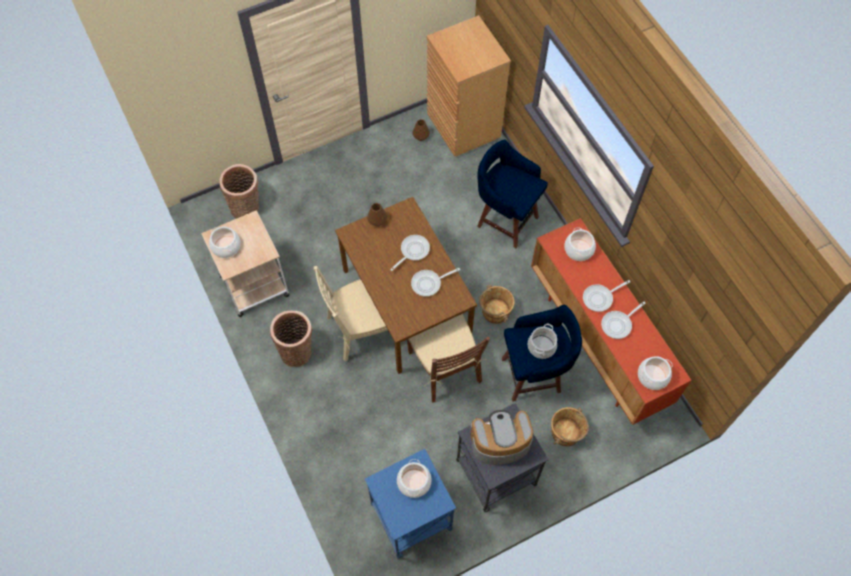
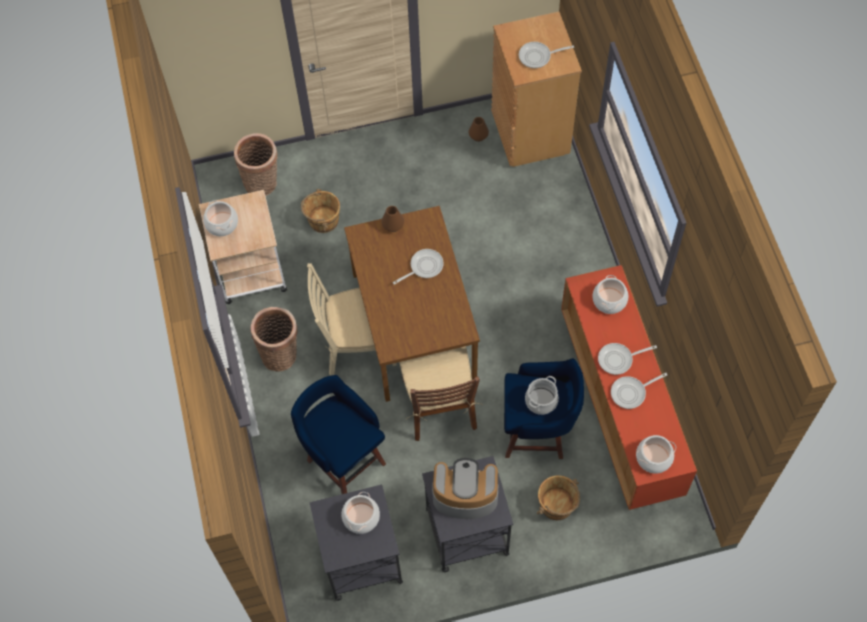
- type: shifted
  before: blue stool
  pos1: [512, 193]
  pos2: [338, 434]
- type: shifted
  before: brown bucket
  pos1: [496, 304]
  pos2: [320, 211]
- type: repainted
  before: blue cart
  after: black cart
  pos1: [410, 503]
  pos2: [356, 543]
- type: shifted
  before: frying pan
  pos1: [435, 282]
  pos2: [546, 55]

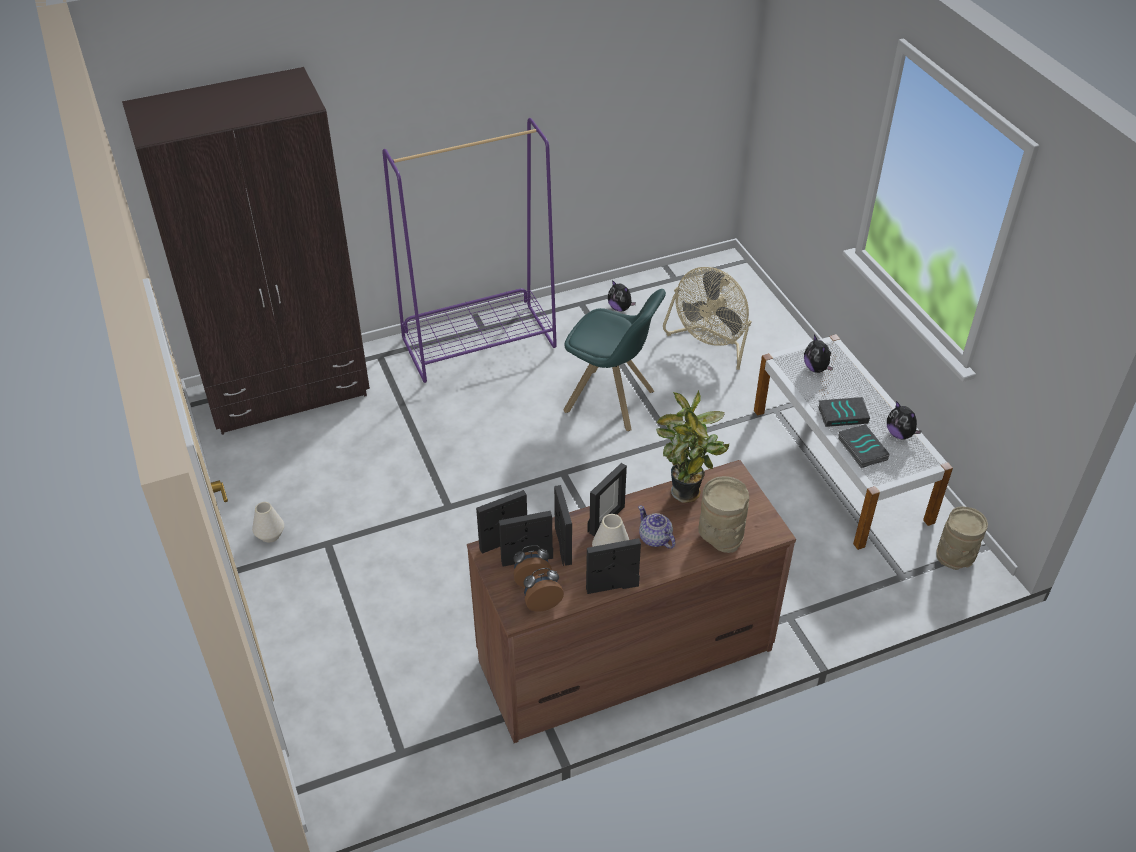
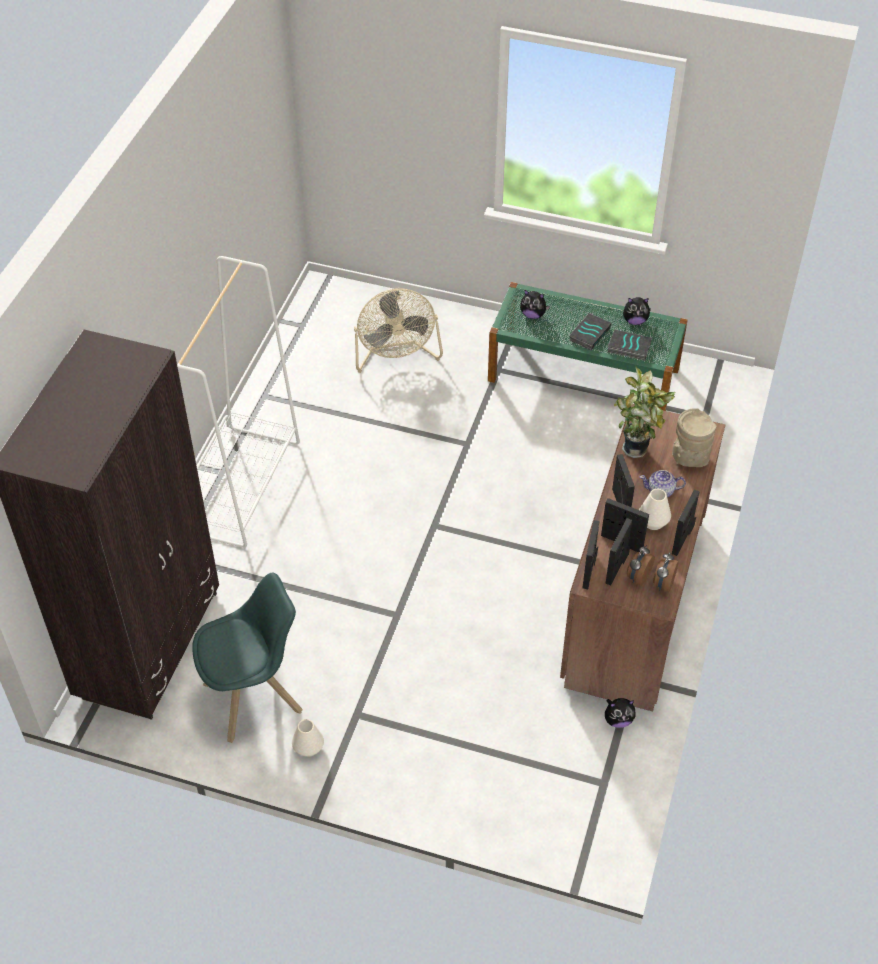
- type: repainted
  before: purple clothes rack
  after: white clothes rack
  pos1: [469, 250]
  pos2: [238, 402]
- type: shifted
  before: turquoise chair
  pos1: [614, 360]
  pos2: [247, 658]
- type: repainted
  before: white bench
  after: green bench
  pos1: [853, 442]
  pos2: [588, 346]
- type: shifted
  before: plush toy
  pos1: [622, 295]
  pos2: [620, 713]
- type: gone
  before: beige vase
  pos1: [962, 538]

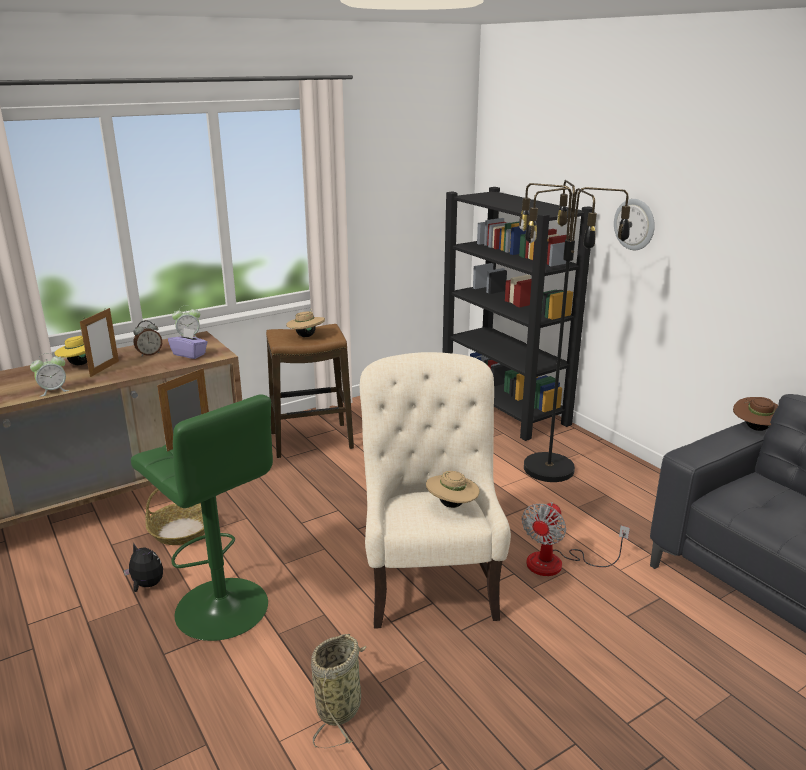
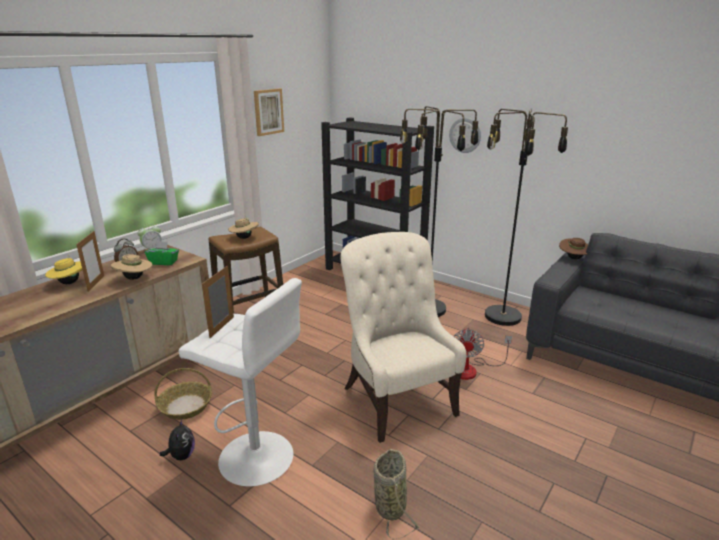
- type: shifted
  before: beige hat
  pos1: [453, 489]
  pos2: [131, 267]
- type: repainted
  before: purple tissue box
  after: green tissue box
  pos1: [188, 343]
  pos2: [162, 253]
- type: rotated
  before: plush toy
  pos1: [143, 567]
  pos2: [177, 439]
  turn: 75
- type: repainted
  before: green stool
  after: white stool
  pos1: [202, 517]
  pos2: [240, 382]
- type: new
  after: picture
  pos2: [269, 112]
- type: new
  after: floor lamp
  pos2: [526, 217]
- type: gone
  before: alarm clock
  pos1: [49, 375]

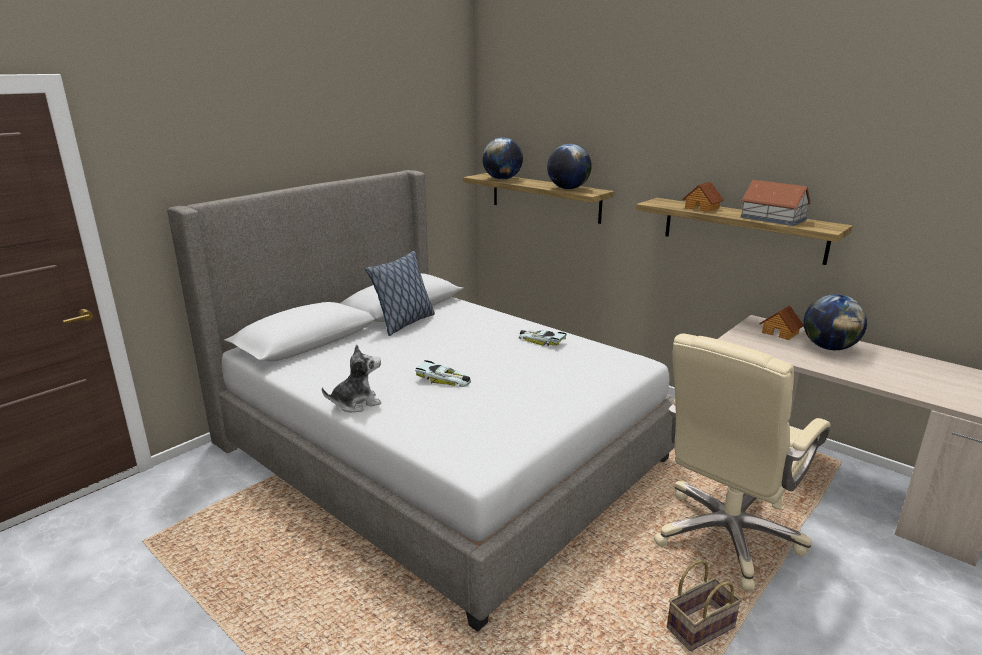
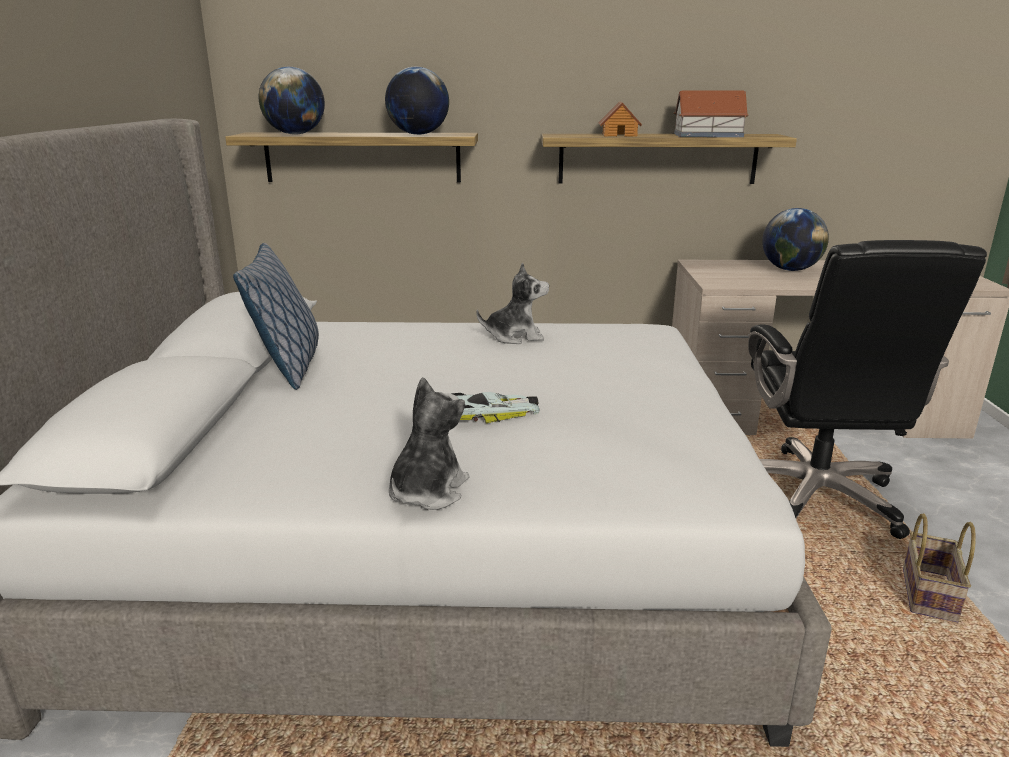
- type: swapped
  before: toy car
  after: plush toy
  pos1: [543, 338]
  pos2: [512, 303]
- type: repainted
  before: beige office chair
  after: black office chair
  pos1: [742, 462]
  pos2: [867, 389]
- type: gone
  before: toy house
  pos1: [781, 323]

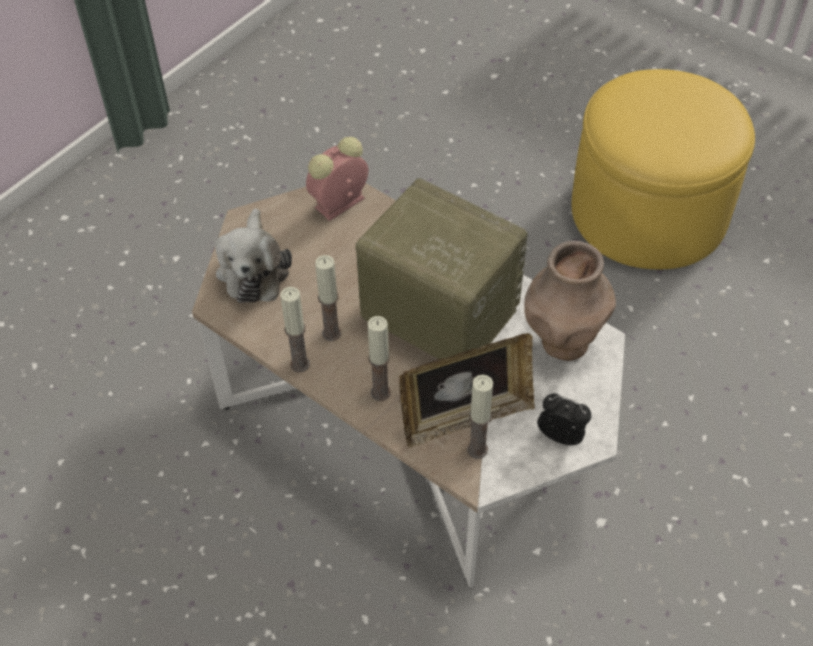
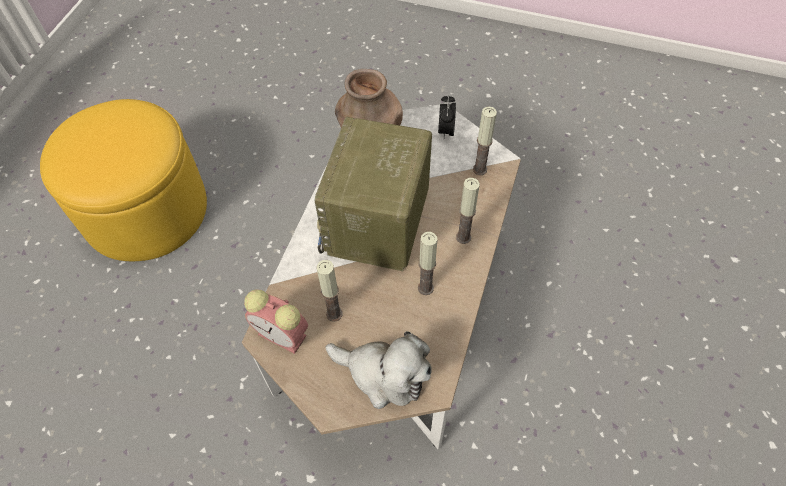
- type: shifted
  before: candle
  pos1: [295, 330]
  pos2: [329, 291]
- type: rotated
  before: plush toy
  pos1: [253, 255]
  pos2: [379, 370]
  turn: 45
- type: gone
  before: picture frame
  pos1: [467, 390]

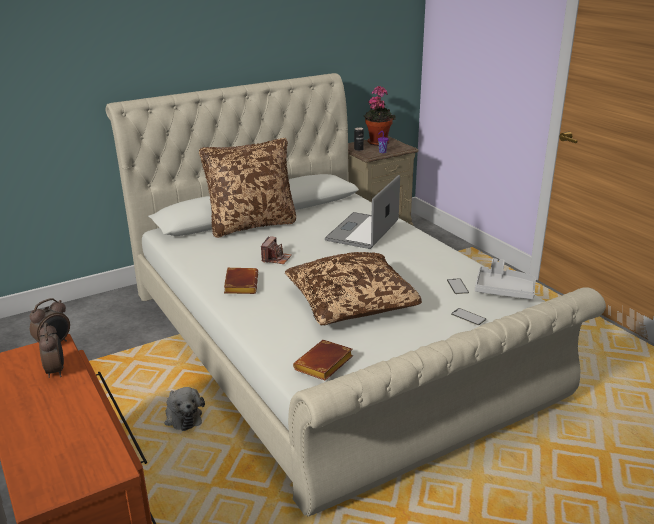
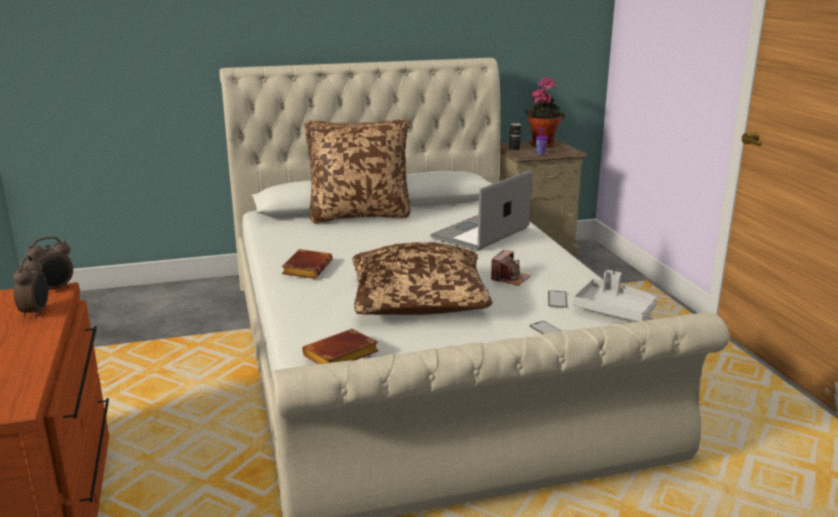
- type: shifted
  before: photo camera
  pos1: [276, 250]
  pos2: [511, 268]
- type: gone
  before: plush toy
  pos1: [185, 409]

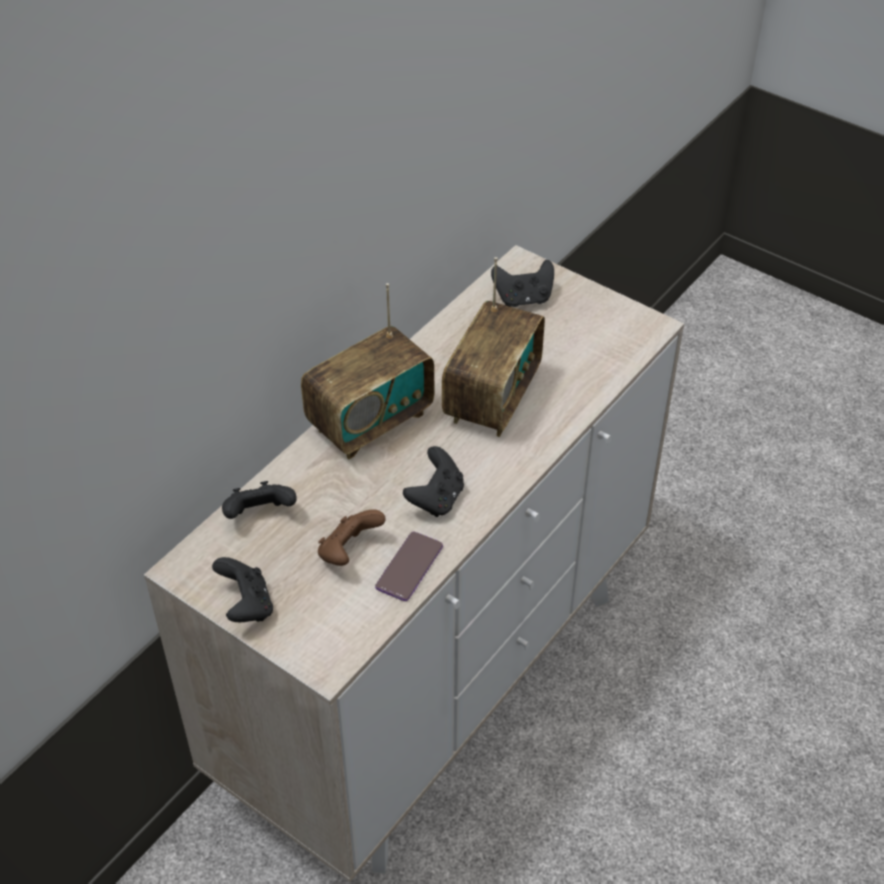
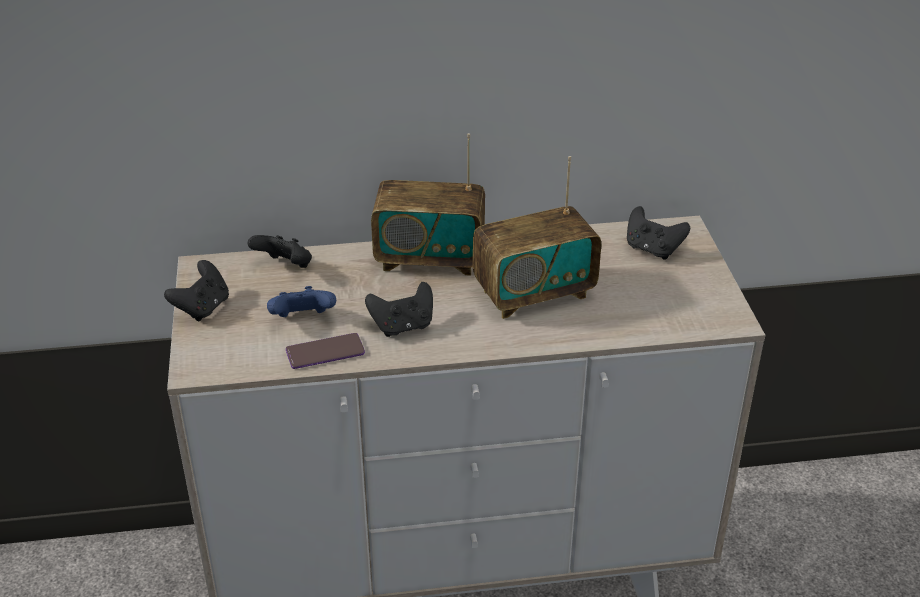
- type: repainted
  before: brown game controller
  after: blue game controller
  pos1: [352, 537]
  pos2: [301, 301]

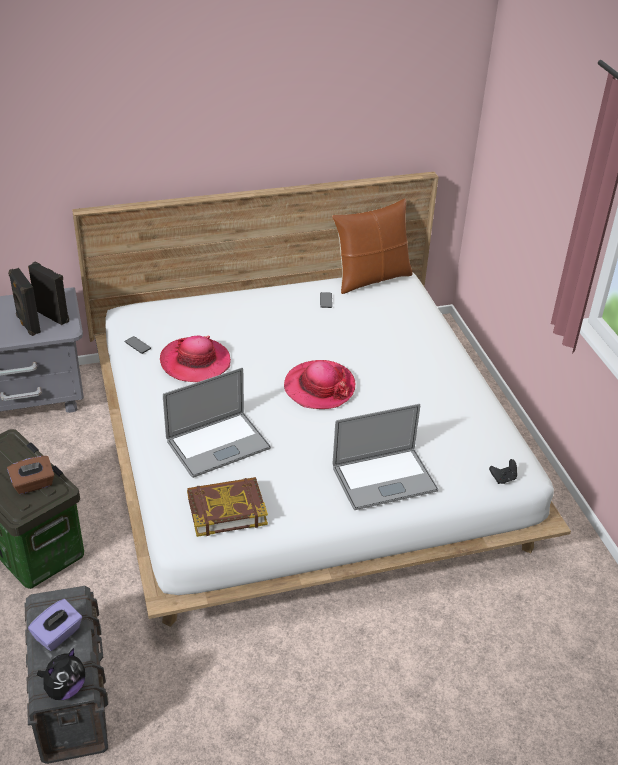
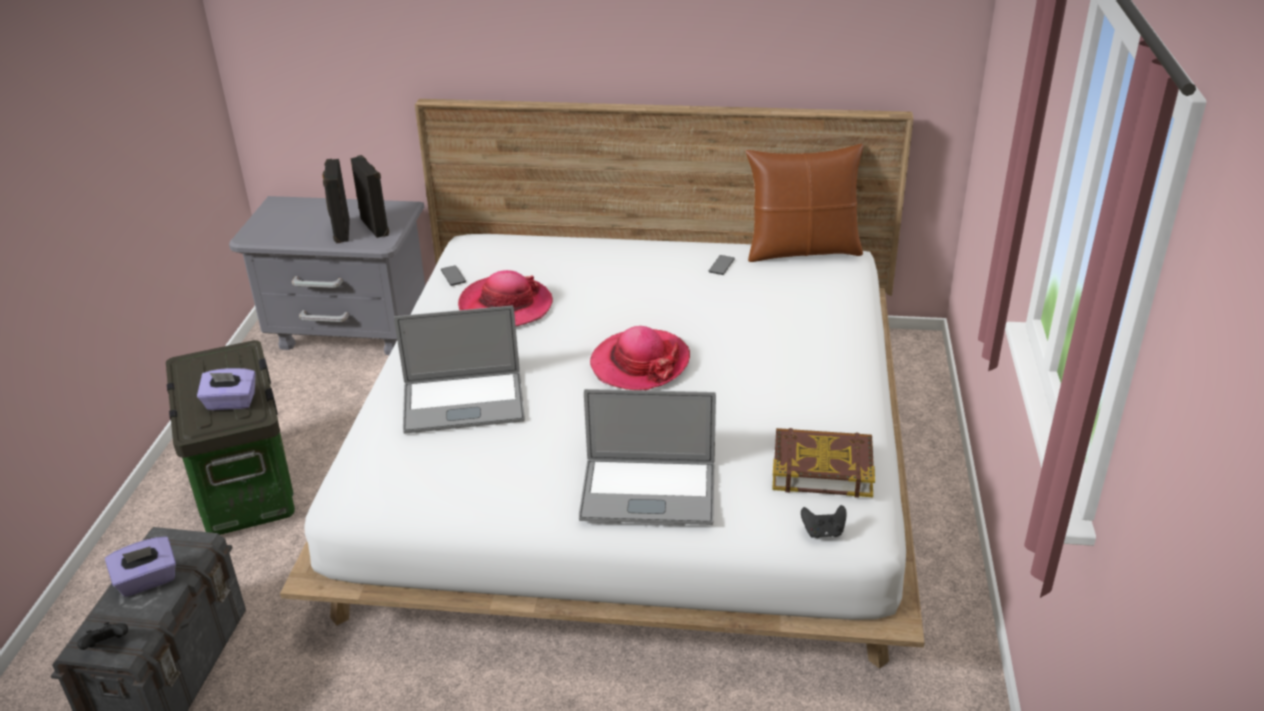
- type: swapped
  before: plush toy
  after: black game controller
  pos1: [61, 674]
  pos2: [102, 636]
- type: repainted
  before: brown tissue box
  after: purple tissue box
  pos1: [30, 475]
  pos2: [226, 389]
- type: shifted
  before: book
  pos1: [227, 507]
  pos2: [823, 463]

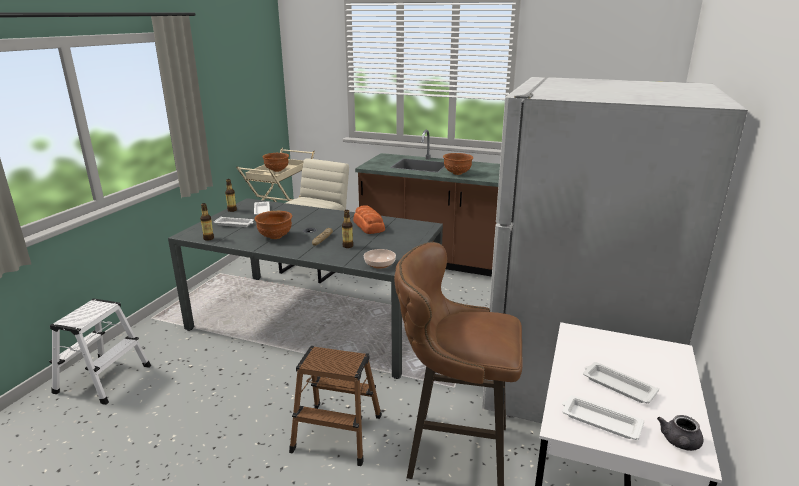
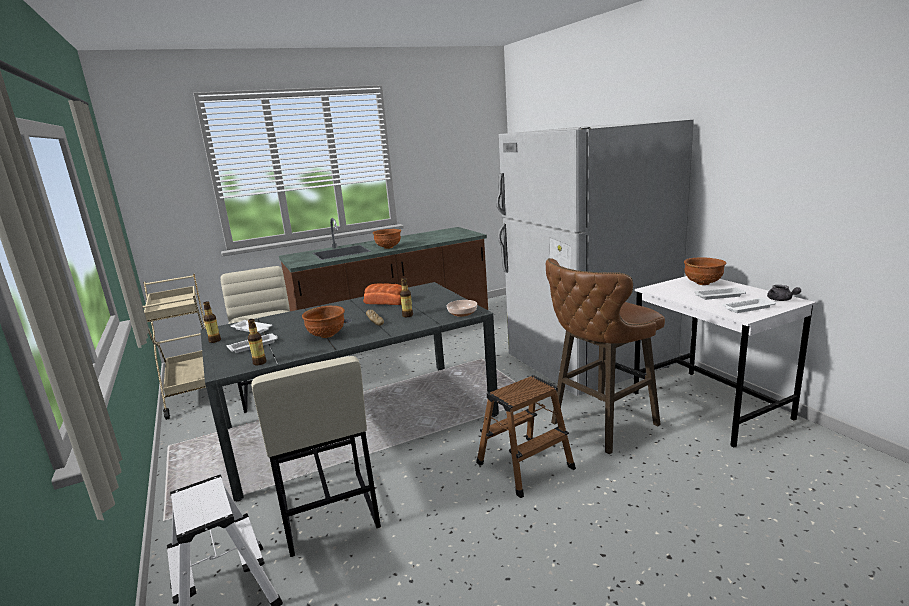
- type: new
  after: beige chair
  pos2: [316, 456]
- type: shifted
  before: brown bowl
  pos1: [275, 162]
  pos2: [705, 271]

